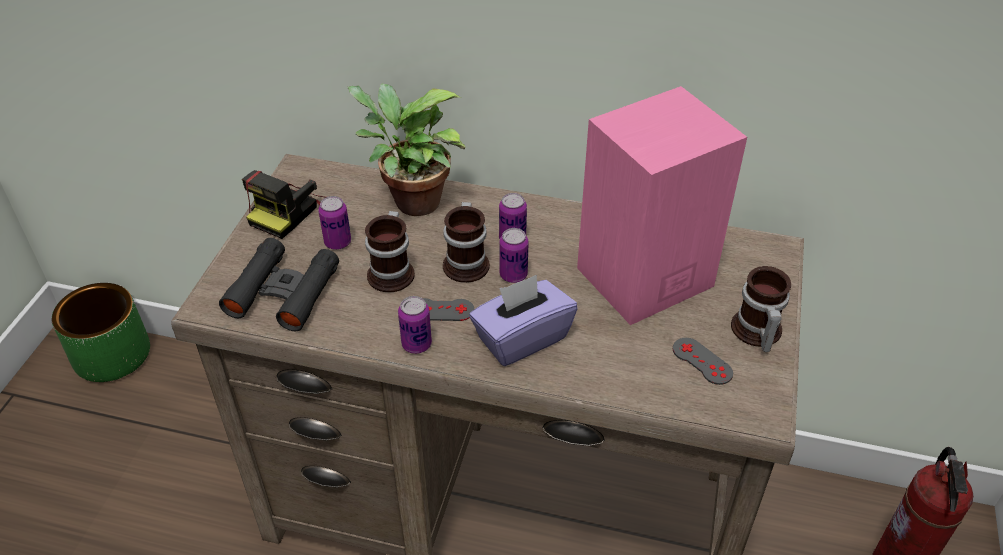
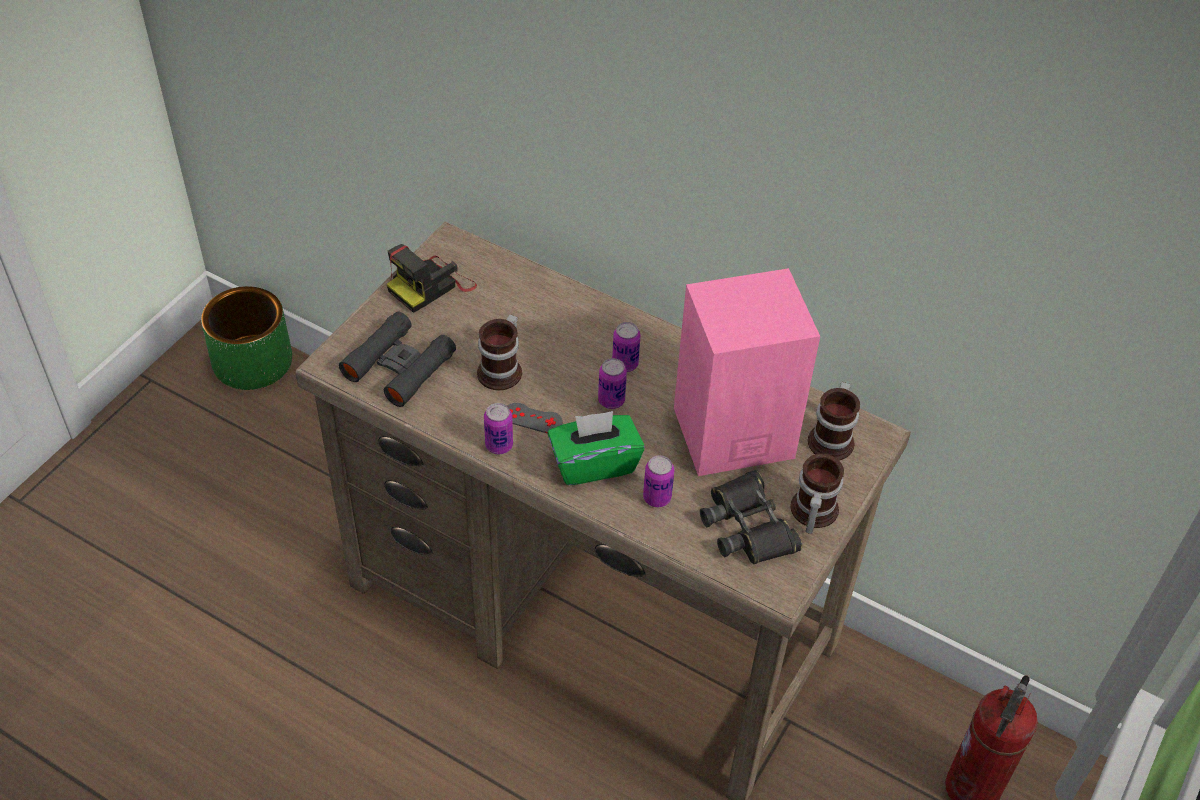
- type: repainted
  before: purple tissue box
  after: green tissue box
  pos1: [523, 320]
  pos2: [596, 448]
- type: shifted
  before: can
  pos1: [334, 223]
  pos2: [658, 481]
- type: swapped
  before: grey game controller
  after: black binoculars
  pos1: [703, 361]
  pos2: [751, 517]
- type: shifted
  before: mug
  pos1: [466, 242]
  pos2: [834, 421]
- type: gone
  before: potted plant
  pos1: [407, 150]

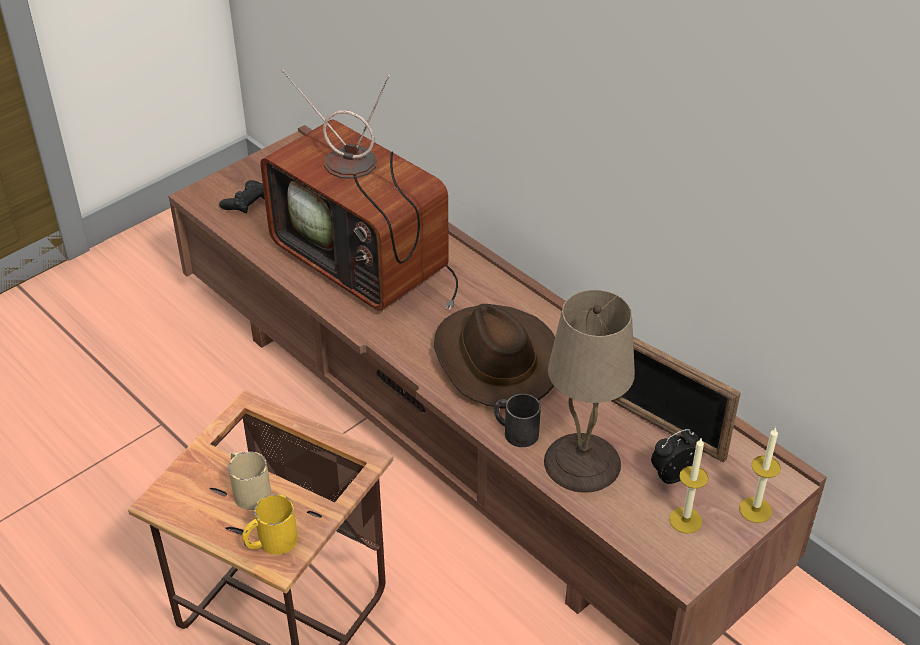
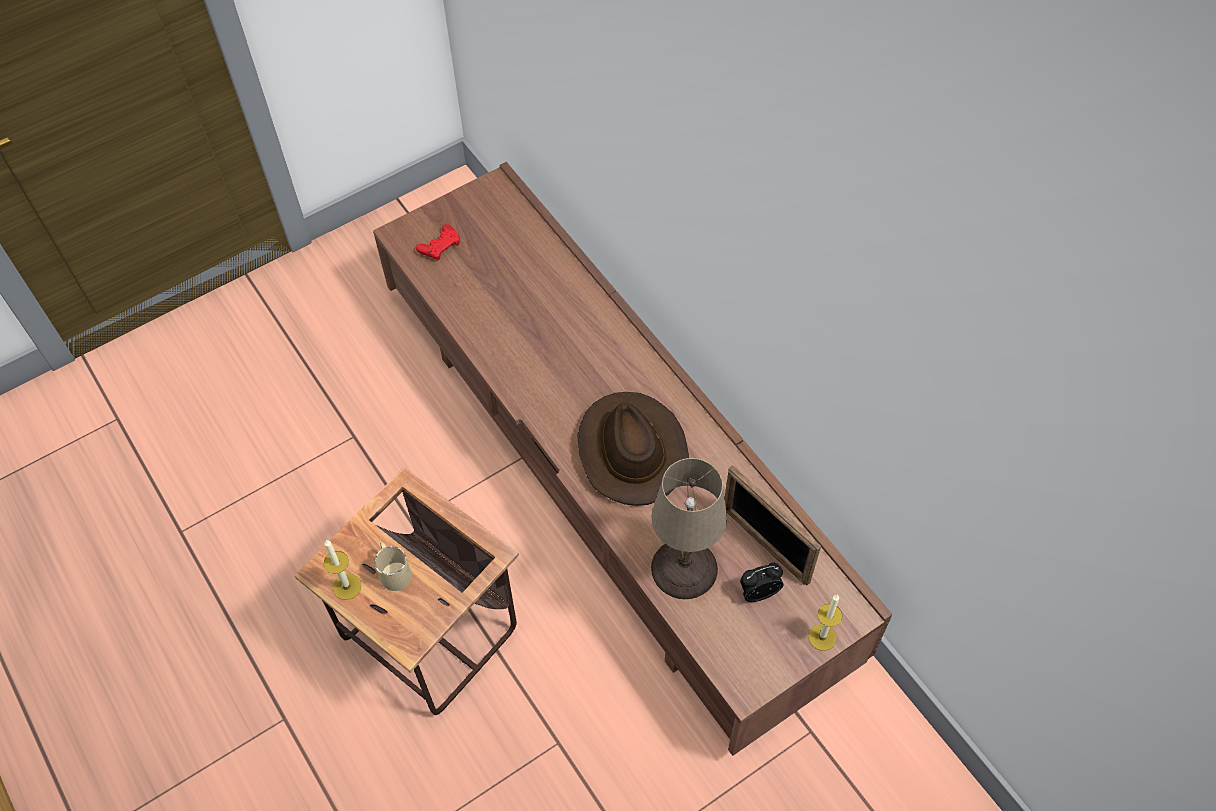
- type: shifted
  before: candle
  pos1: [689, 485]
  pos2: [342, 570]
- type: repainted
  before: black game controller
  after: red game controller
  pos1: [242, 197]
  pos2: [438, 242]
- type: gone
  before: yellow mug
  pos1: [270, 524]
- type: gone
  before: television
  pos1: [359, 190]
- type: gone
  before: black mug
  pos1: [517, 420]

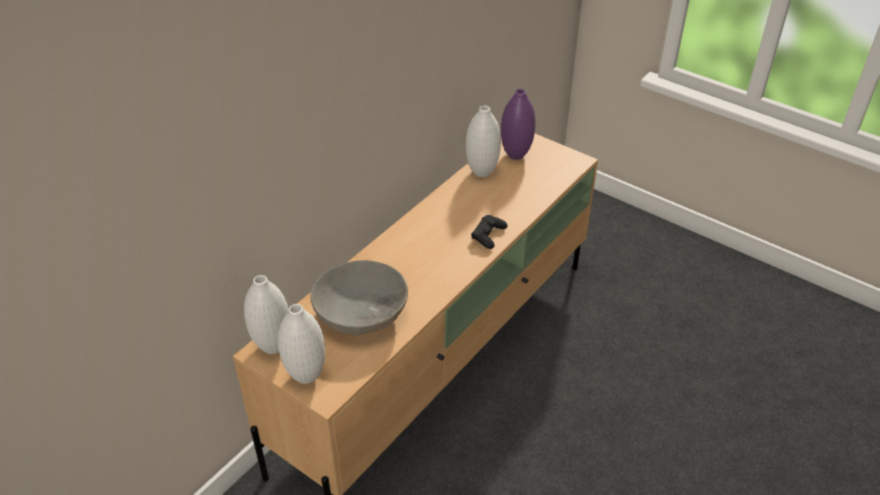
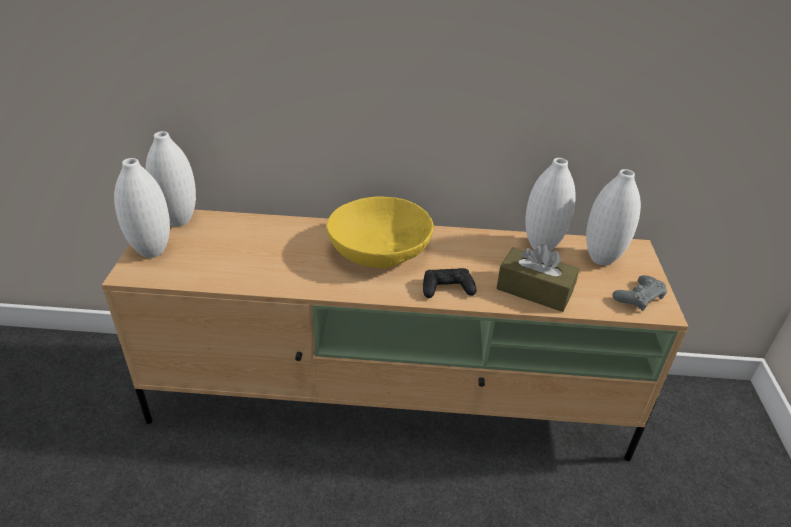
- type: new
  after: yellow bowl
  pos2: [380, 232]
- type: new
  after: brown tissue box
  pos2: [537, 278]
- type: repainted
  before: purple vase
  after: white vase
  pos1: [518, 124]
  pos2: [613, 217]
- type: new
  after: grey game controller
  pos2: [639, 293]
- type: gone
  before: grey bowl
  pos1: [359, 297]

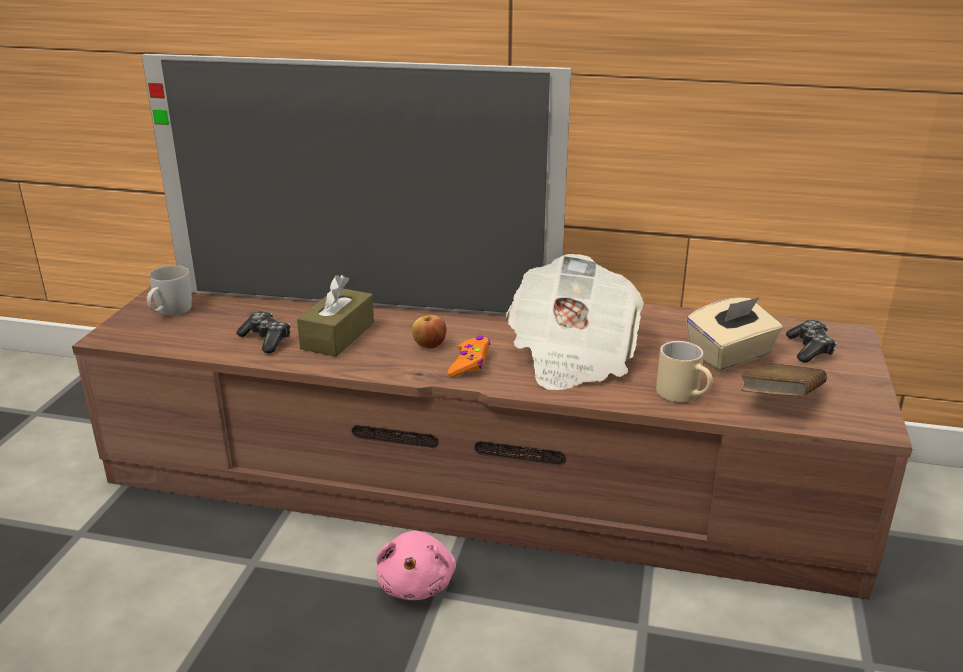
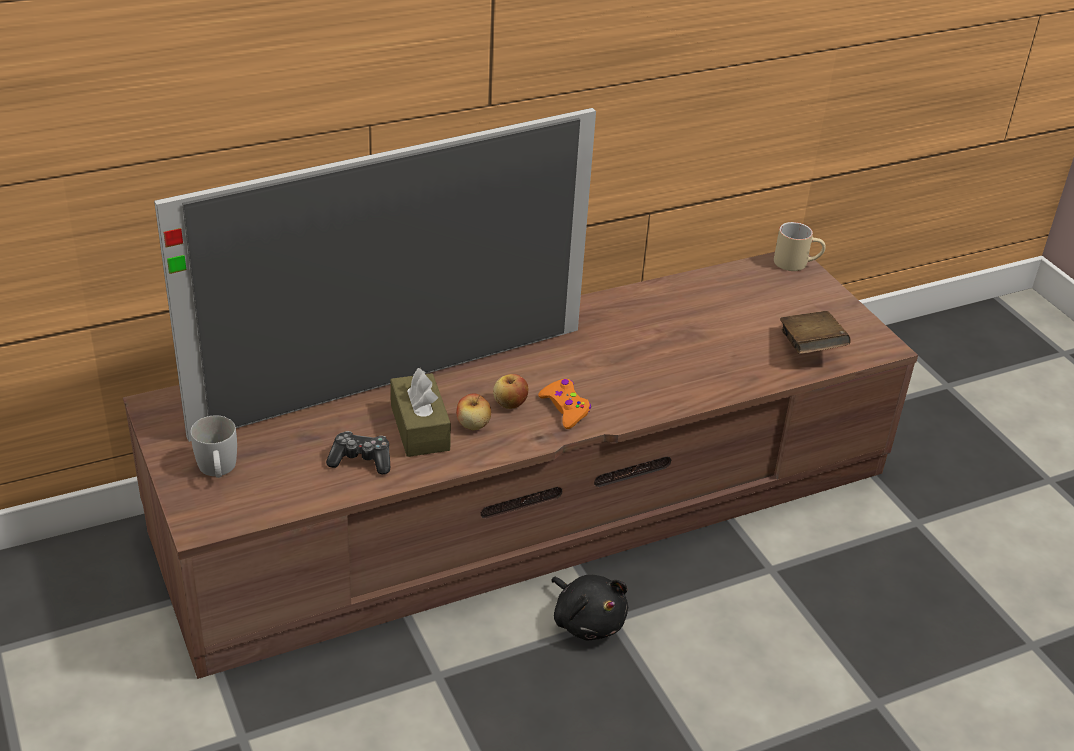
- type: new
  after: apple
  pos2: [473, 411]
- type: repainted
  before: pink plush toy
  after: black plush toy
  pos1: [416, 565]
  pos2: [589, 607]
- type: shifted
  before: beige mug
  pos1: [684, 372]
  pos2: [800, 246]
- type: gone
  before: newspaper
  pos1: [575, 322]
- type: gone
  before: beige tissue box
  pos1: [734, 334]
- type: gone
  before: game controller
  pos1: [811, 341]

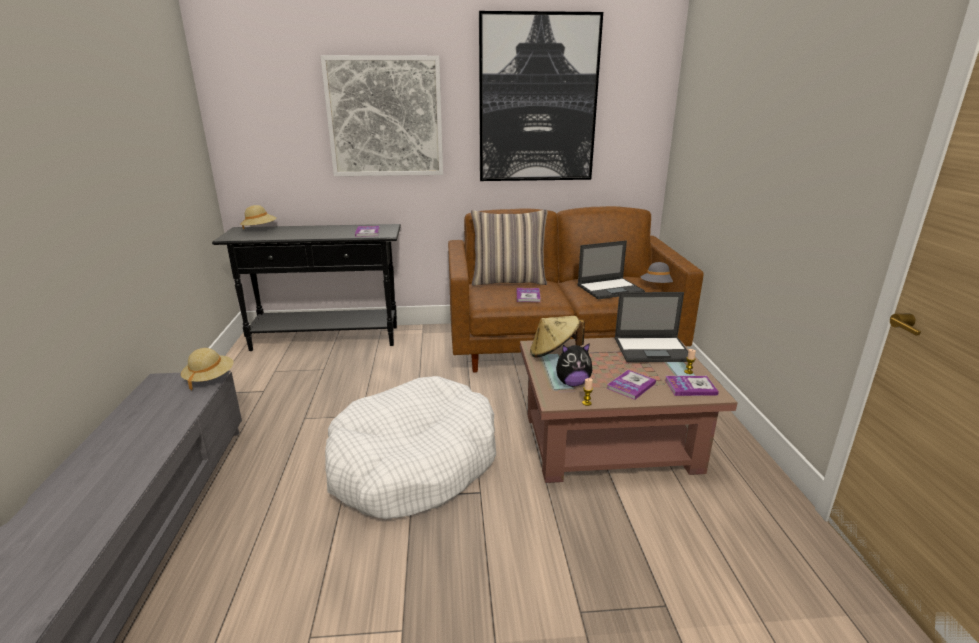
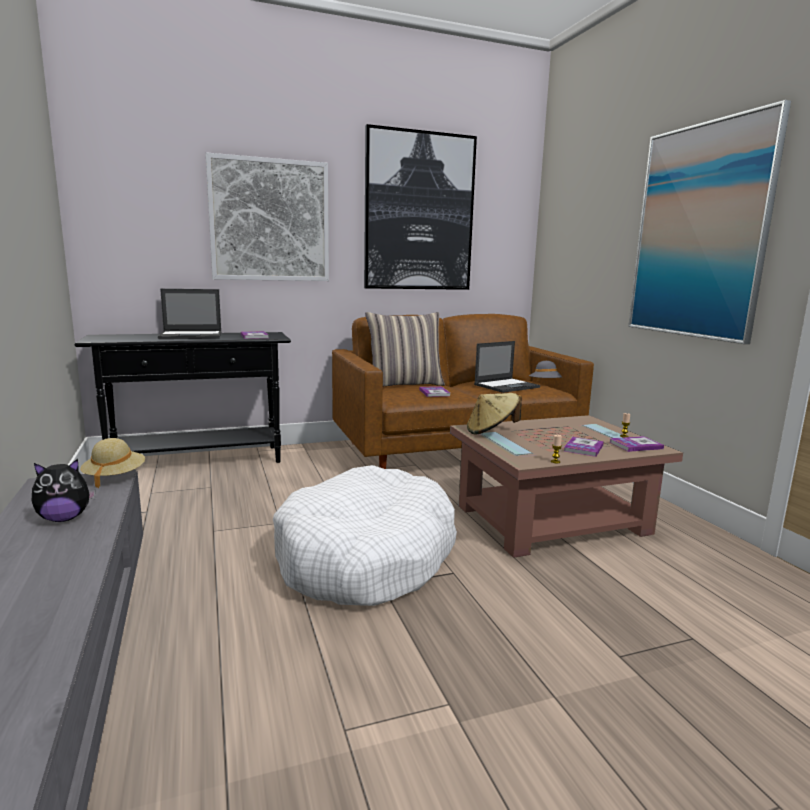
- type: shifted
  before: plush toy
  pos1: [574, 365]
  pos2: [64, 490]
- type: shifted
  before: laptop
  pos1: [651, 327]
  pos2: [189, 314]
- type: new
  after: picture
  pos2: [709, 222]
- type: gone
  before: beige hat
  pos1: [258, 217]

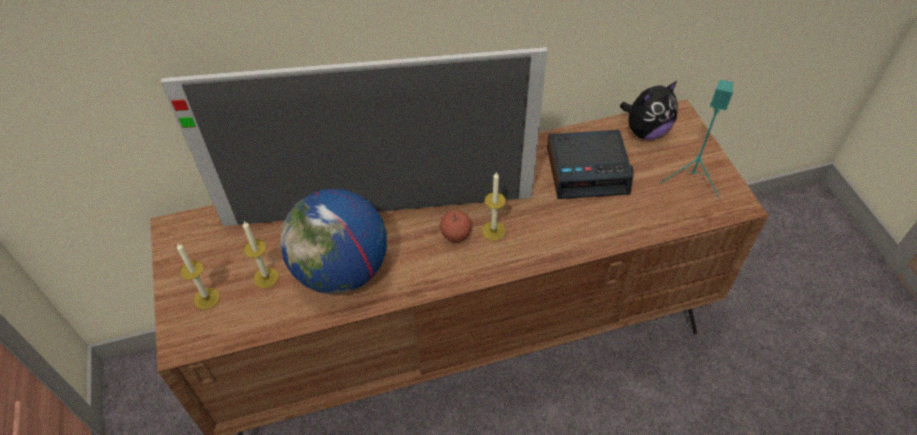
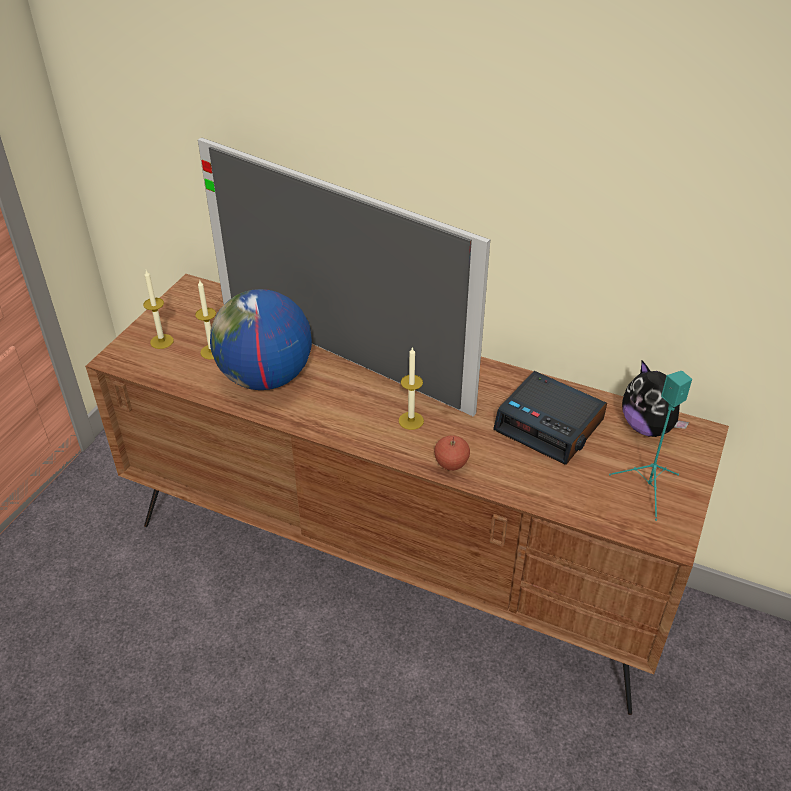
- type: shifted
  before: apple
  pos1: [456, 226]
  pos2: [452, 453]
- type: rotated
  before: plush toy
  pos1: [649, 110]
  pos2: [655, 398]
  turn: 45

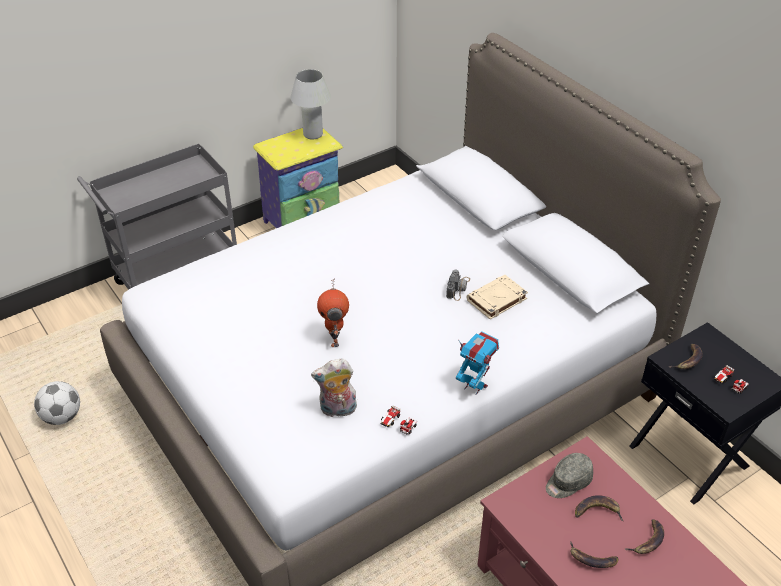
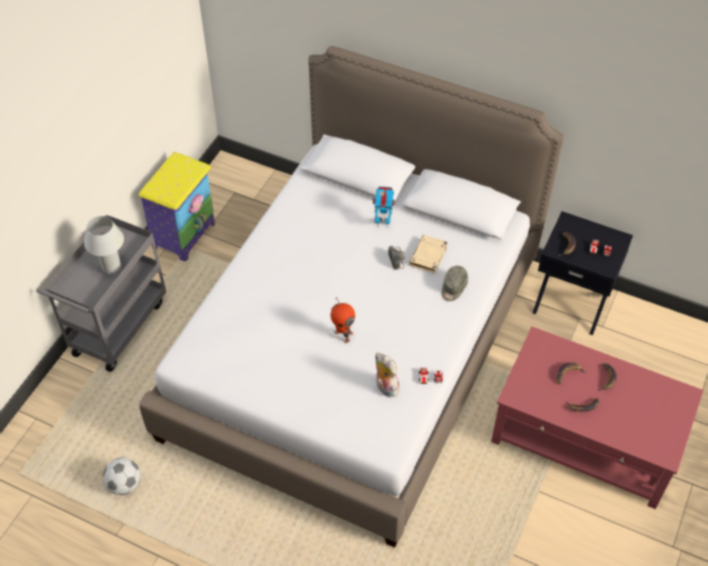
- type: shifted
  before: white table lamp
  pos1: [310, 104]
  pos2: [104, 245]
- type: shifted
  before: toy robot
  pos1: [477, 363]
  pos2: [384, 206]
- type: rotated
  before: plush toy
  pos1: [334, 389]
  pos2: [388, 375]
  turn: 90
- type: shifted
  before: grey cap
  pos1: [569, 475]
  pos2: [455, 283]

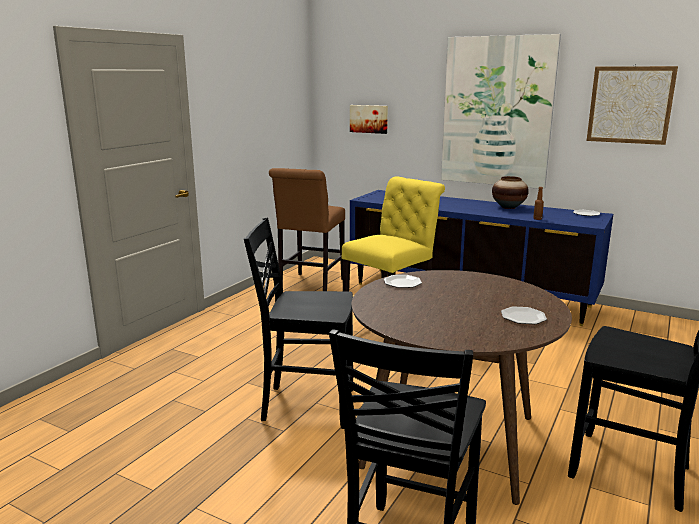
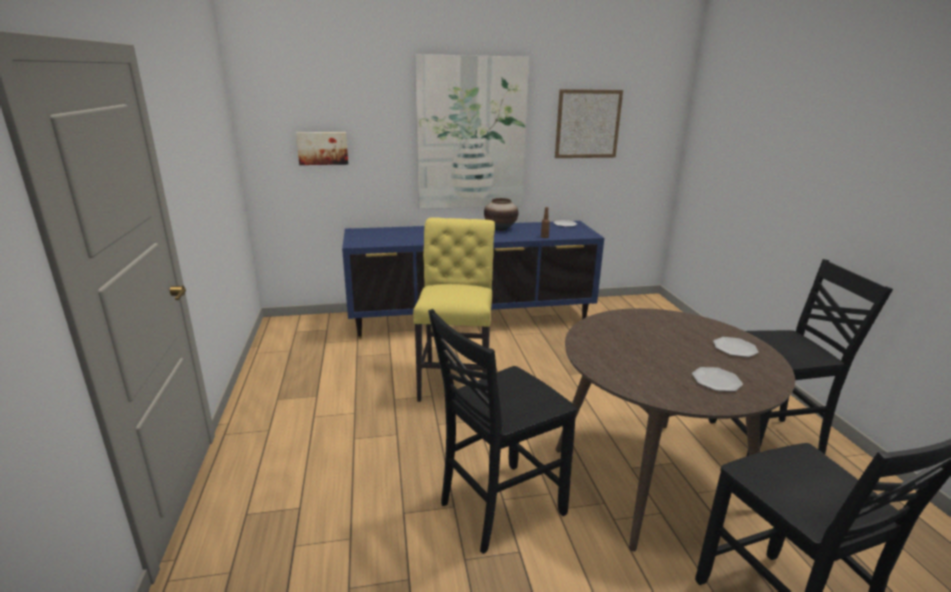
- type: shifted
  before: plate
  pos1: [403, 281]
  pos2: [717, 379]
- type: gone
  before: brown stool
  pos1: [307, 229]

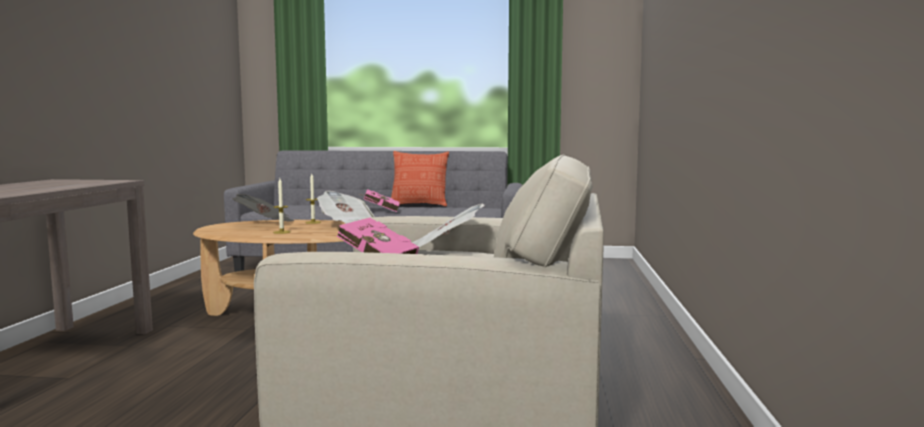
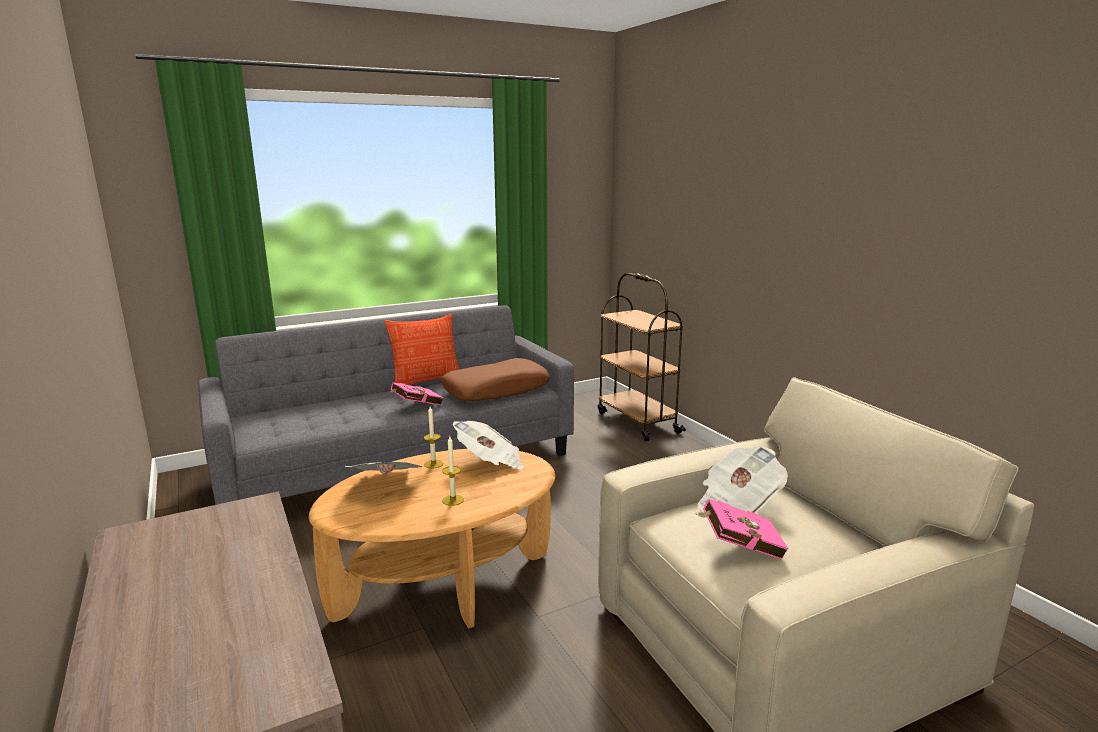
- type: new
  after: brown pillow
  pos2: [495, 379]
- type: new
  after: brown cart
  pos2: [642, 357]

